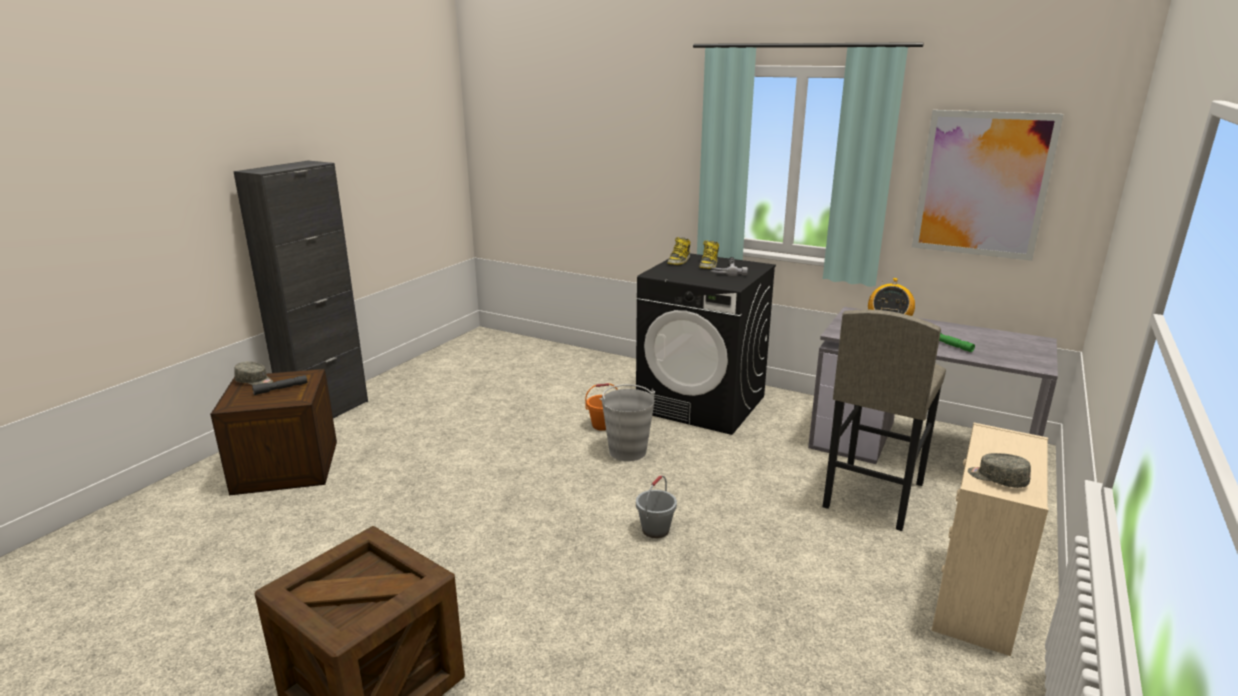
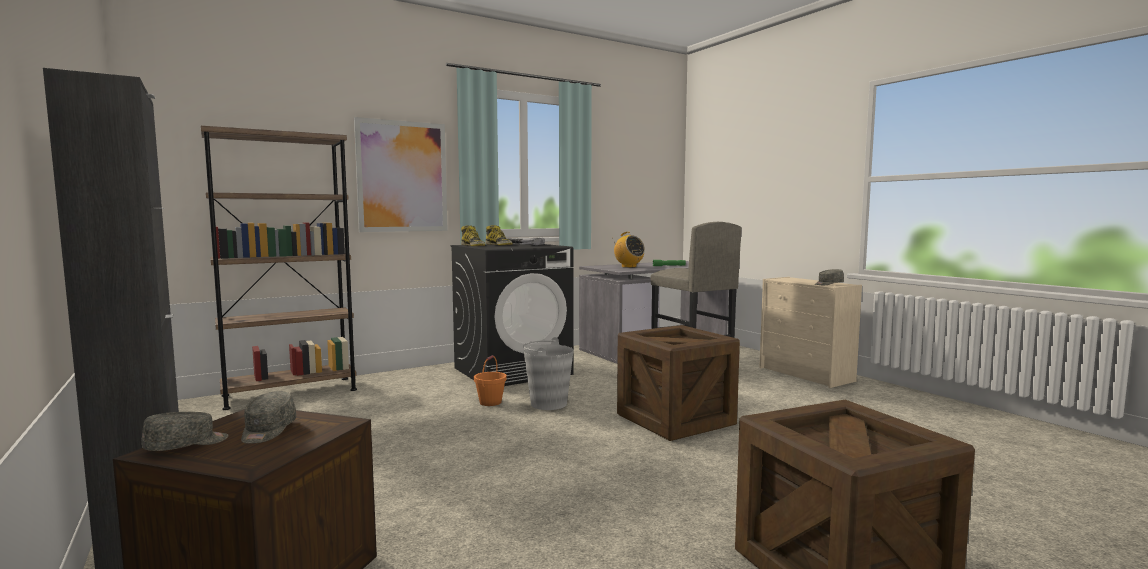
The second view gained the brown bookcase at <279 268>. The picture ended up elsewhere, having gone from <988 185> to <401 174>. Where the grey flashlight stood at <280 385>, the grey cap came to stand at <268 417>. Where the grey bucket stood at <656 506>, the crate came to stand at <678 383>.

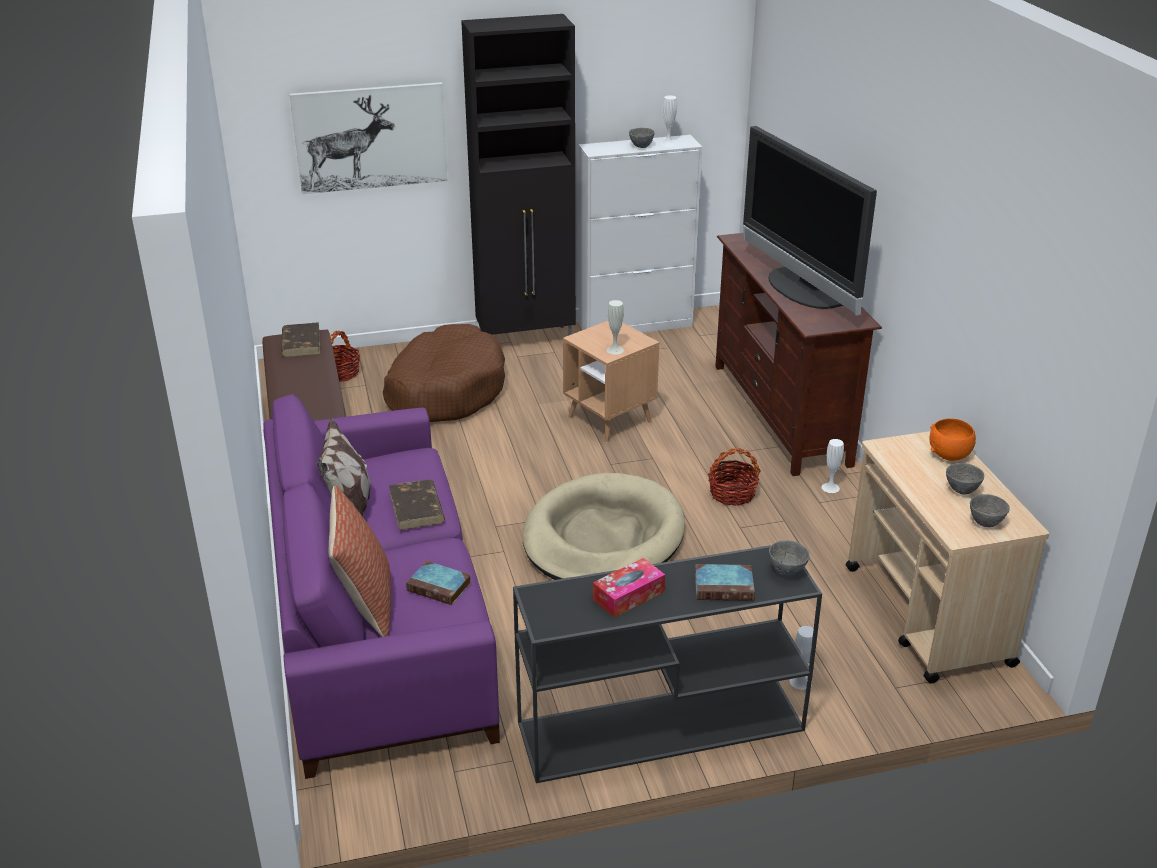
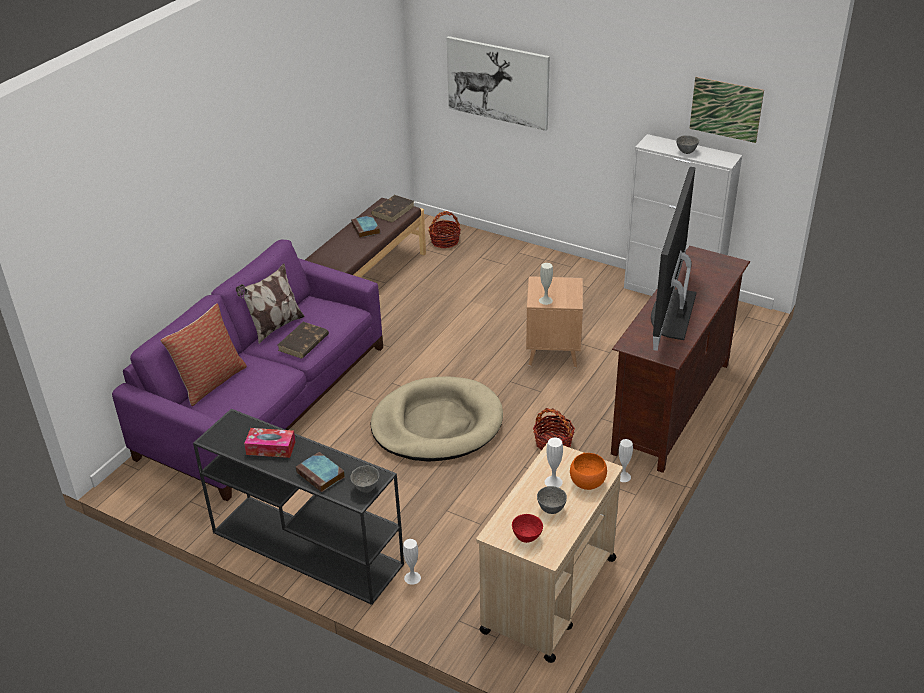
The second view lost the brown dog bed at <444 373>. The second view lost the black cabinet at <518 175>. The second view gained the picture at <726 110>. The book ended up elsewhere, having gone from <438 583> to <365 226>. The white vase ended up elsewhere, having gone from <669 121> to <554 462>. What was the grey bowl at <990 510> turned into the red bowl at <527 528>.

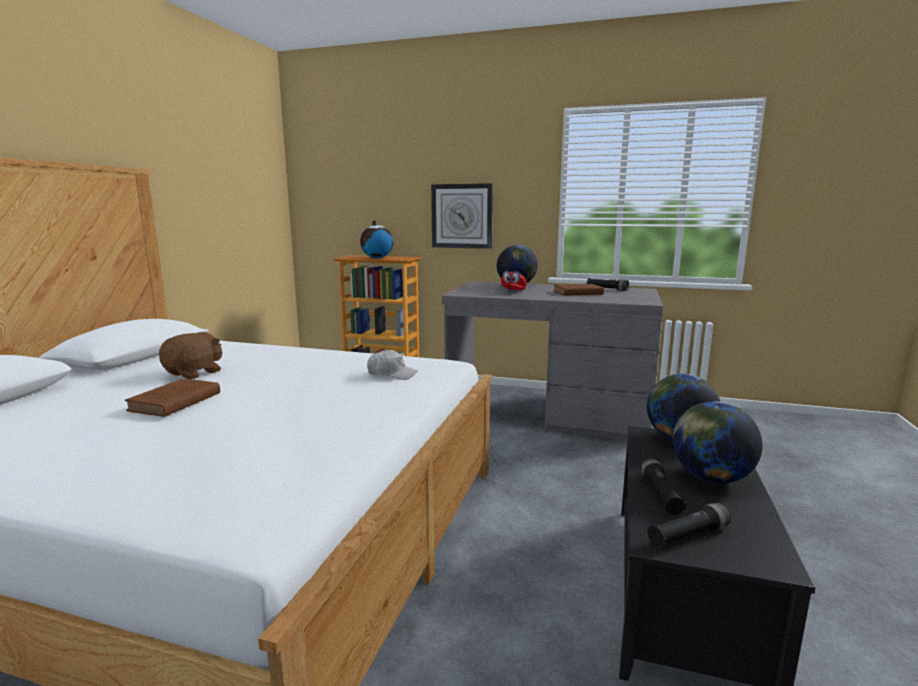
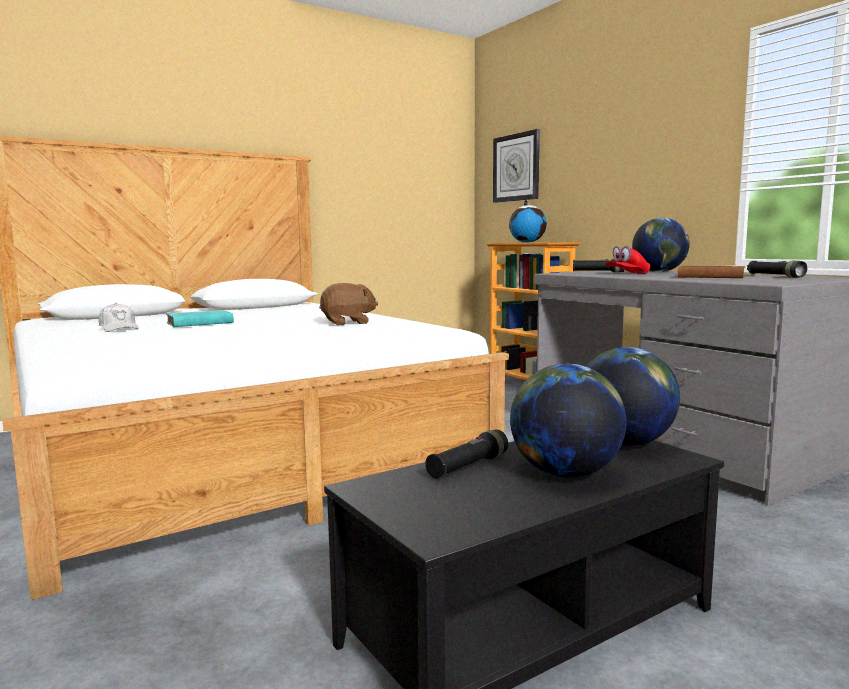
The brown plush toy ended up elsewhere, having gone from <190 355> to <348 304>. The white cap ended up elsewhere, having gone from <392 365> to <119 317>. The wall clock ended up elsewhere, having gone from <462 216> to <516 166>. The black flashlight ended up elsewhere, having gone from <689 525> to <598 266>. What was the brown book at <172 397> turned into the turquoise book at <200 318>.

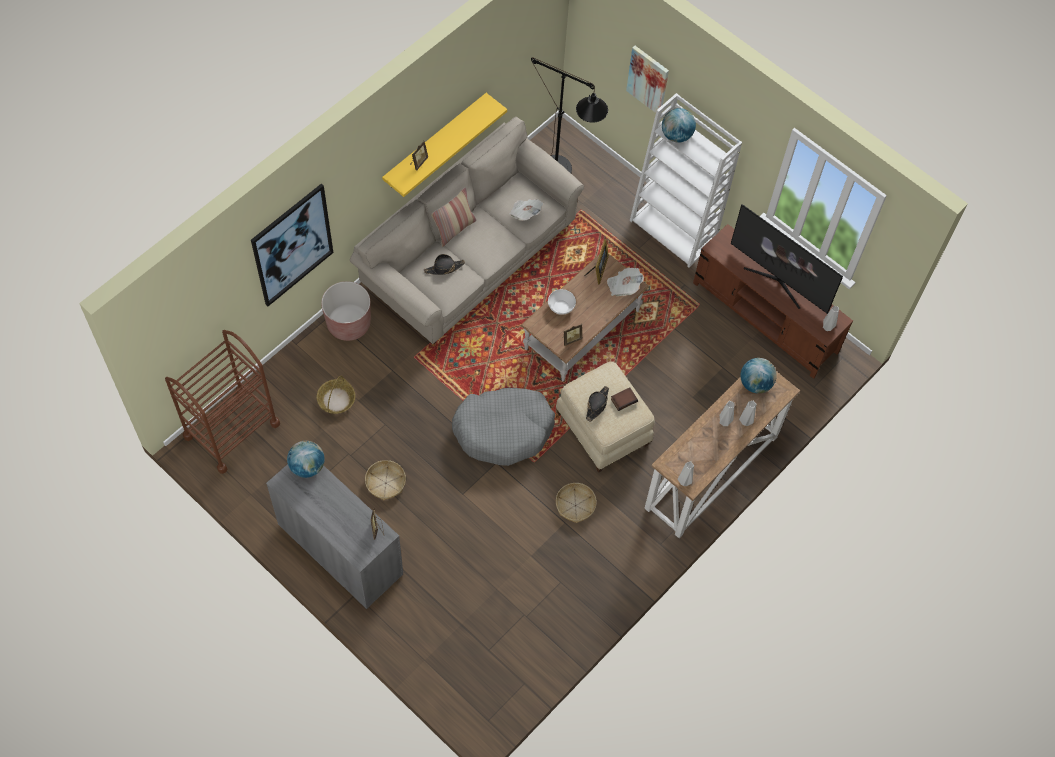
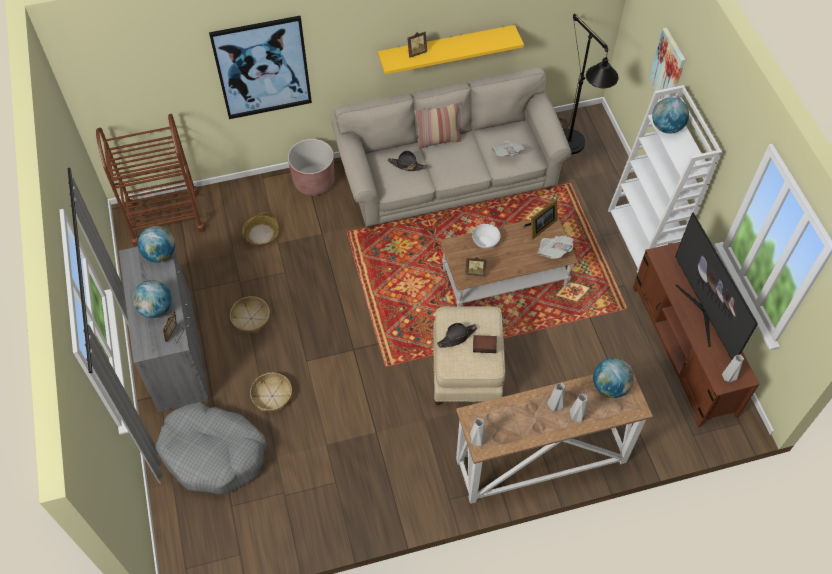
The second view gained the globe at <152 299>. The grey dog bed ended up elsewhere, having gone from <503 427> to <211 448>. The basket ended up elsewhere, having gone from <576 503> to <271 392>.

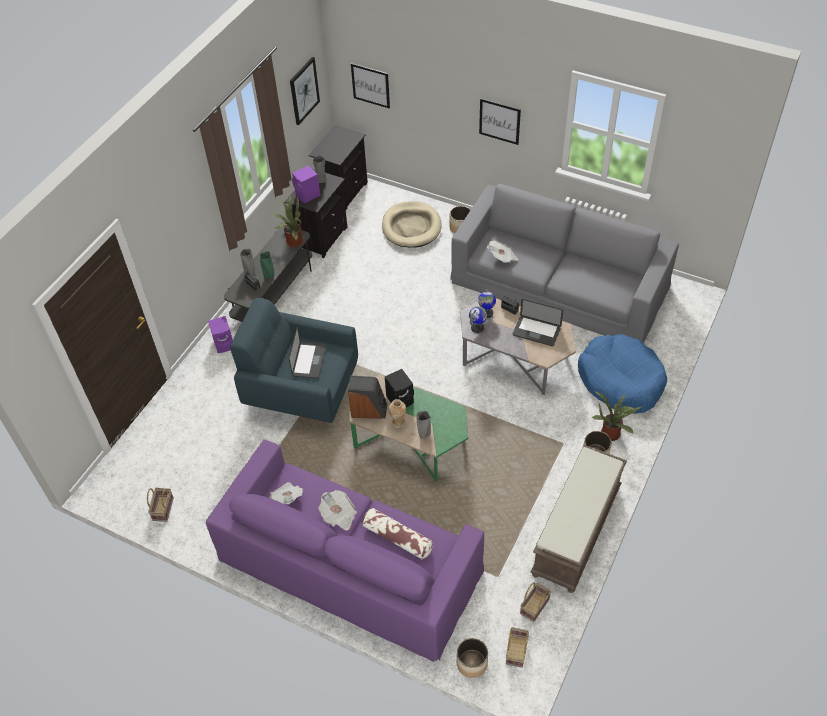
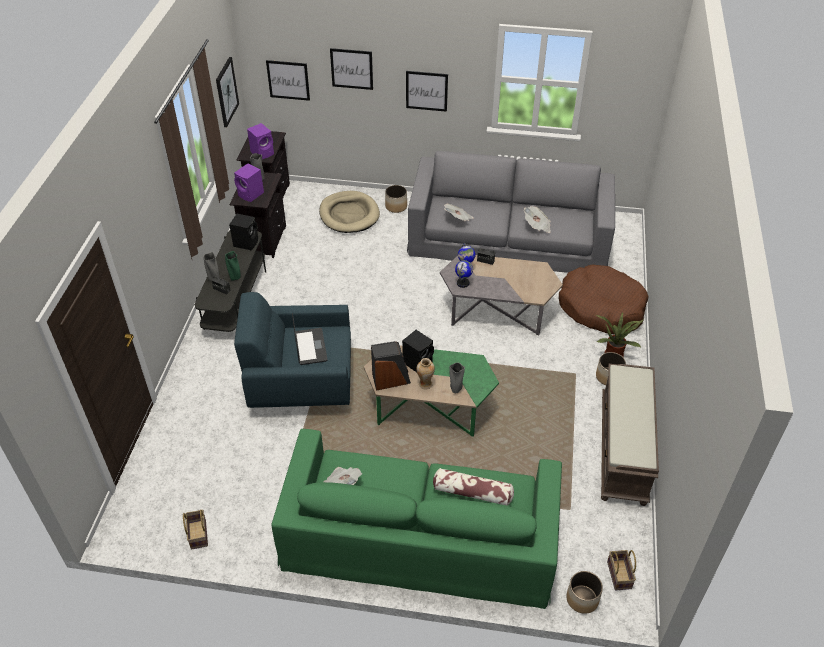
The second view lost the laptop at <538 322>. The second view lost the basket at <535 602>. The second view gained the picture at <351 69>. The purple speaker ended up elsewhere, having gone from <220 334> to <260 141>. The newspaper ended up elsewhere, having gone from <338 510> to <537 219>. Where the potted plant stood at <288 221>, the black speaker came to stand at <243 232>. What was the purple sofa at <345 551> turned into the green sofa at <416 519>. What was the blue dog bed at <622 374> turned into the brown dog bed at <604 300>.

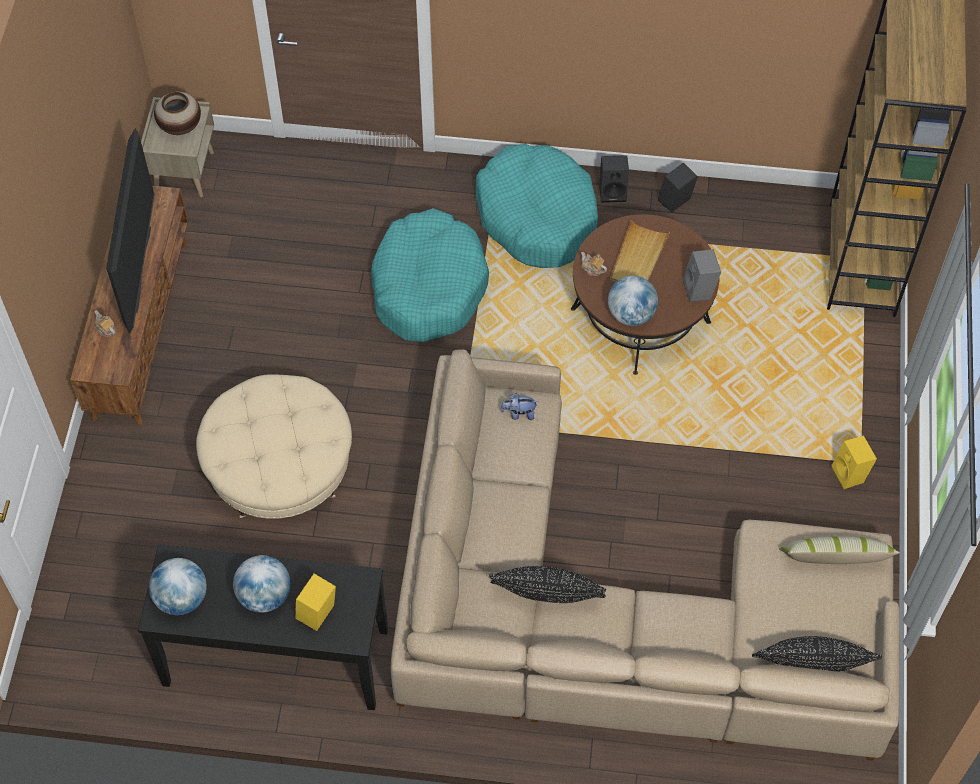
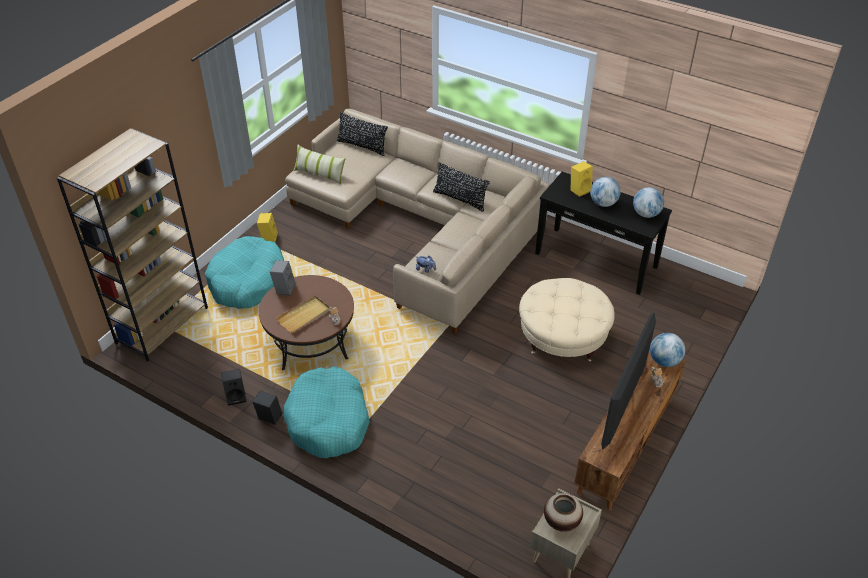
The turquoise dog bed ended up elsewhere, having gone from <430 275> to <244 272>. The globe ended up elsewhere, having gone from <633 301> to <667 350>.

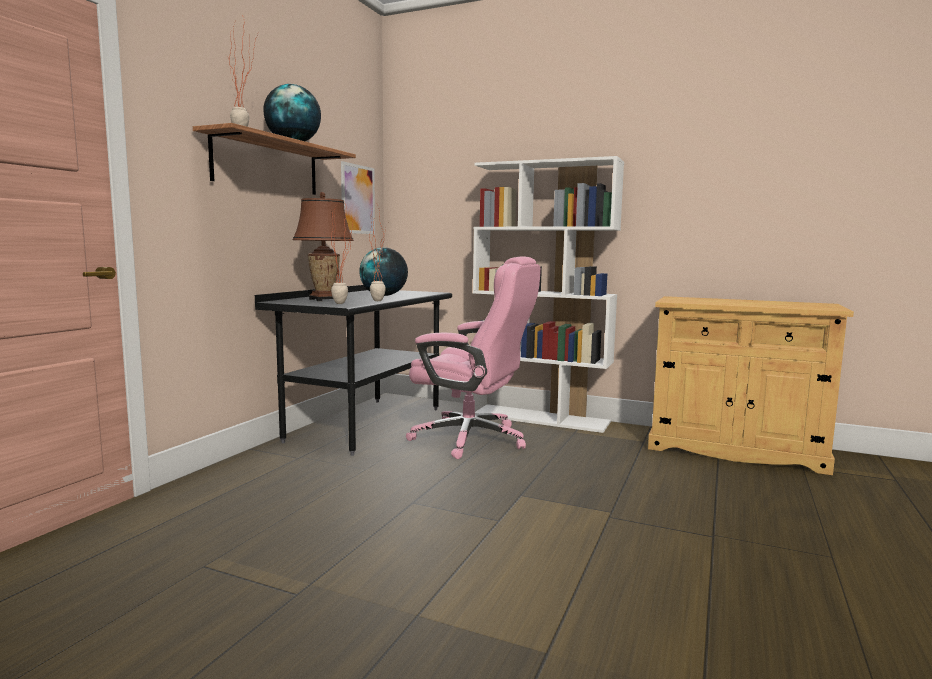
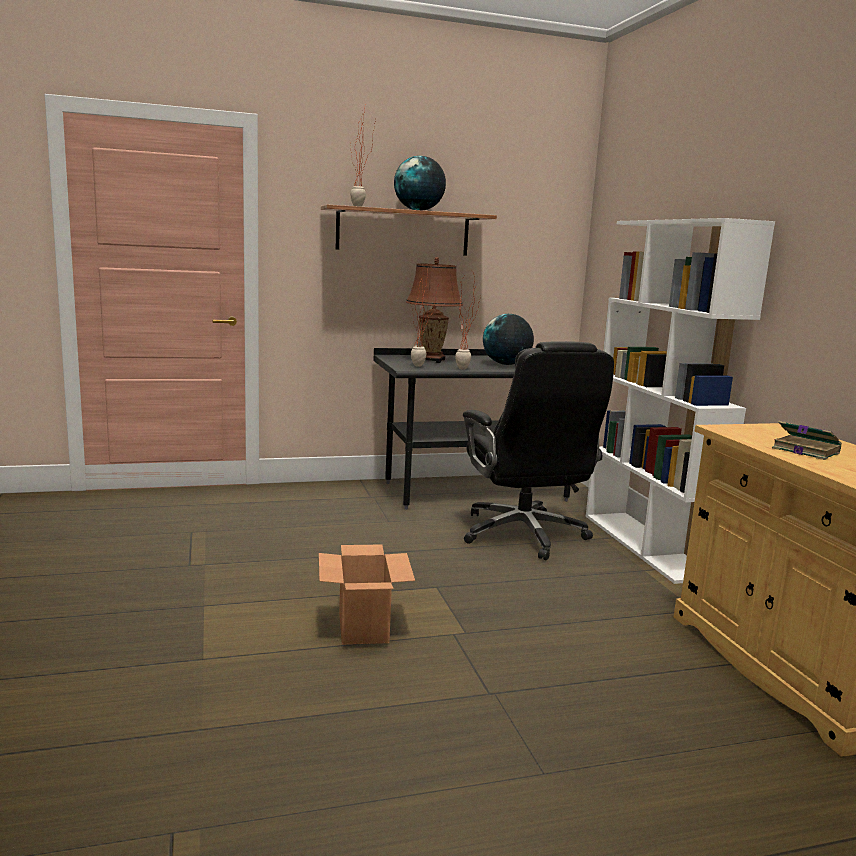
The second view lost the picture at <358 197>. The second view gained the cardboard box at <367 595>. The second view gained the book at <807 440>. What was the pink office chair at <473 357> turned into the black office chair at <538 450>.

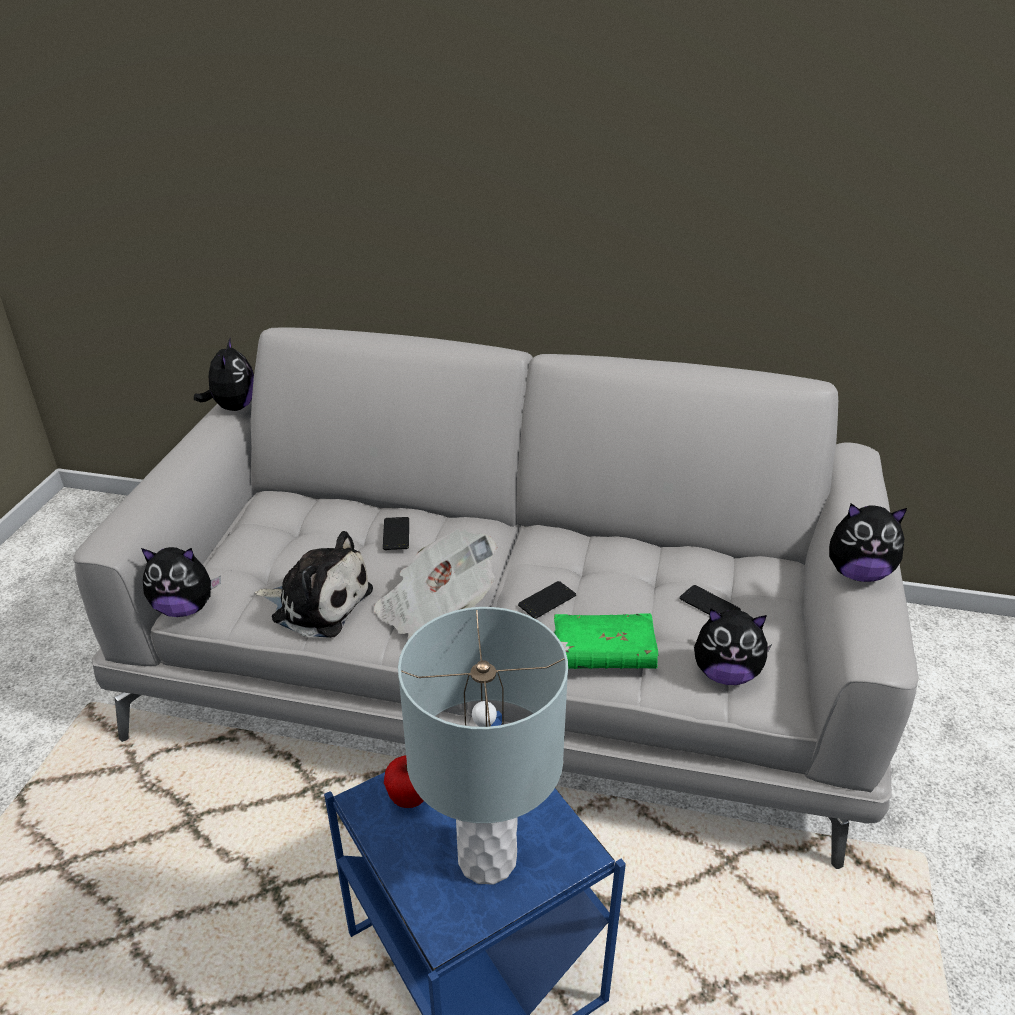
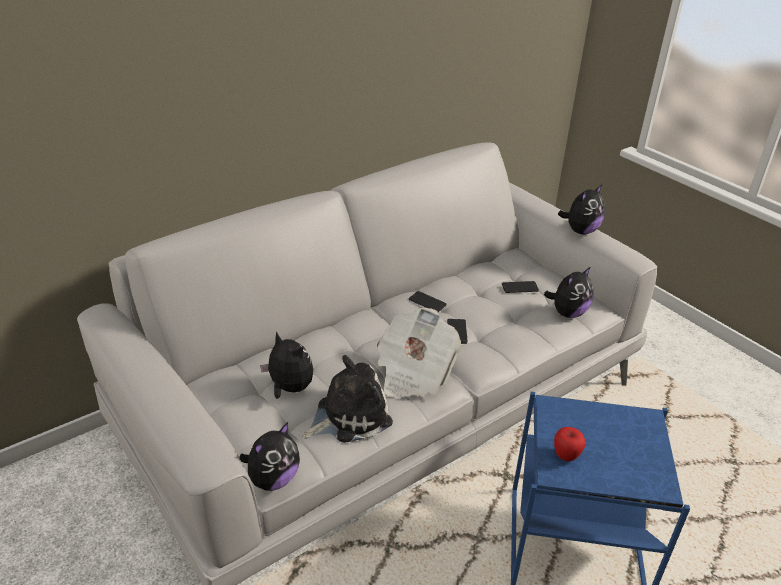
The second view lost the grey table lamp at <483 746>. The second view lost the green book at <606 641>. The plush toy ended up elsewhere, having gone from <224 373> to <286 365>. The phone ended up elsewhere, having gone from <396 533> to <427 301>.

